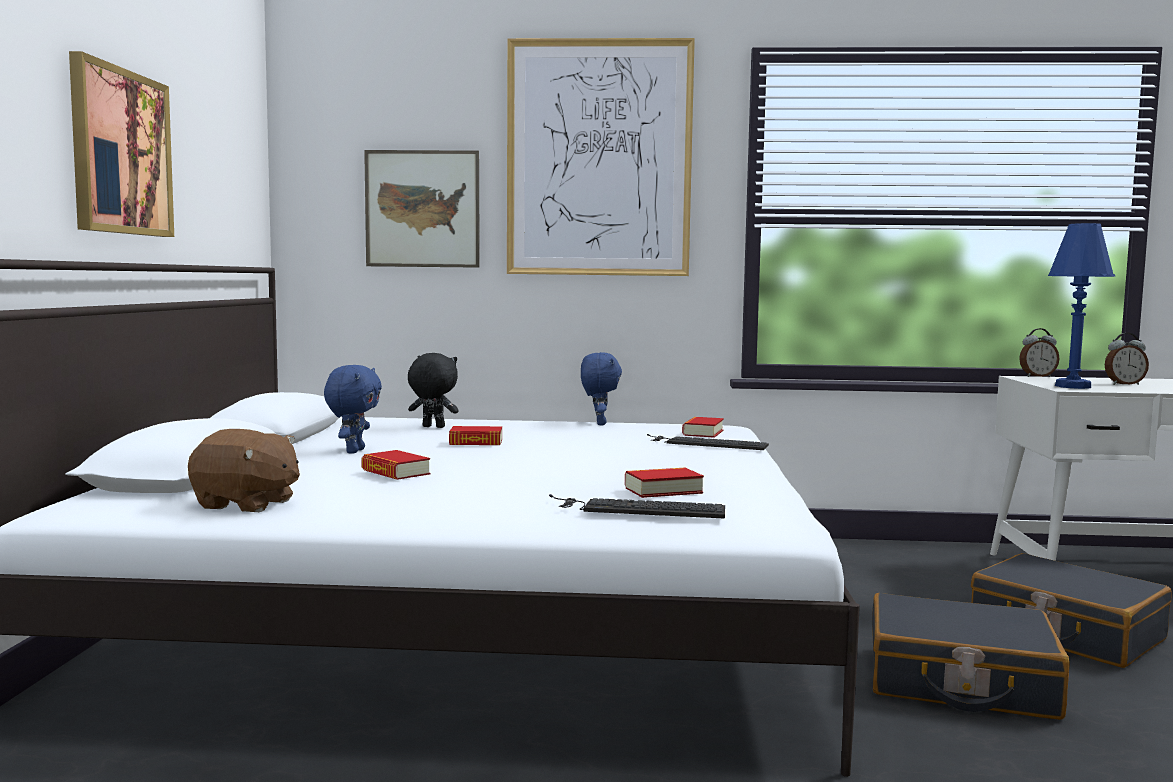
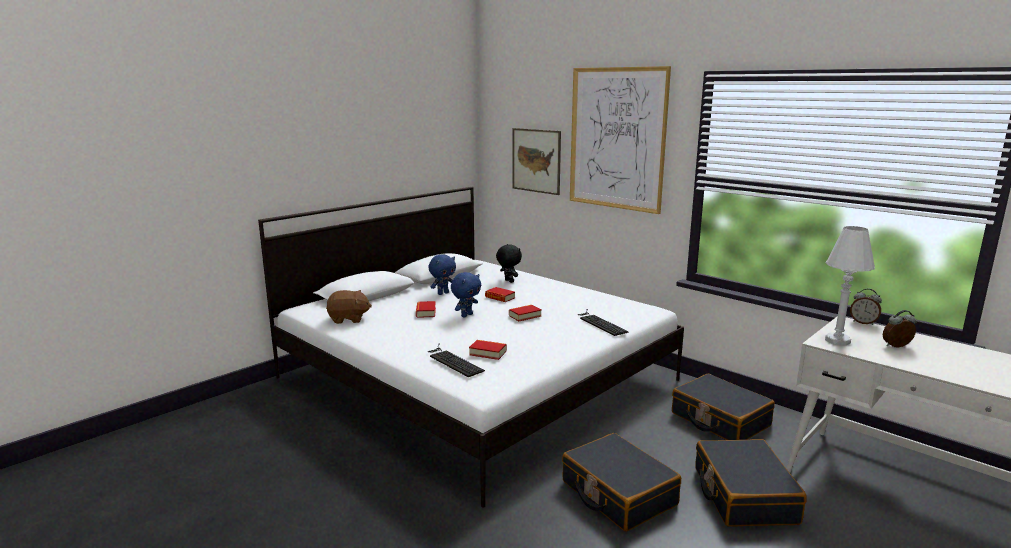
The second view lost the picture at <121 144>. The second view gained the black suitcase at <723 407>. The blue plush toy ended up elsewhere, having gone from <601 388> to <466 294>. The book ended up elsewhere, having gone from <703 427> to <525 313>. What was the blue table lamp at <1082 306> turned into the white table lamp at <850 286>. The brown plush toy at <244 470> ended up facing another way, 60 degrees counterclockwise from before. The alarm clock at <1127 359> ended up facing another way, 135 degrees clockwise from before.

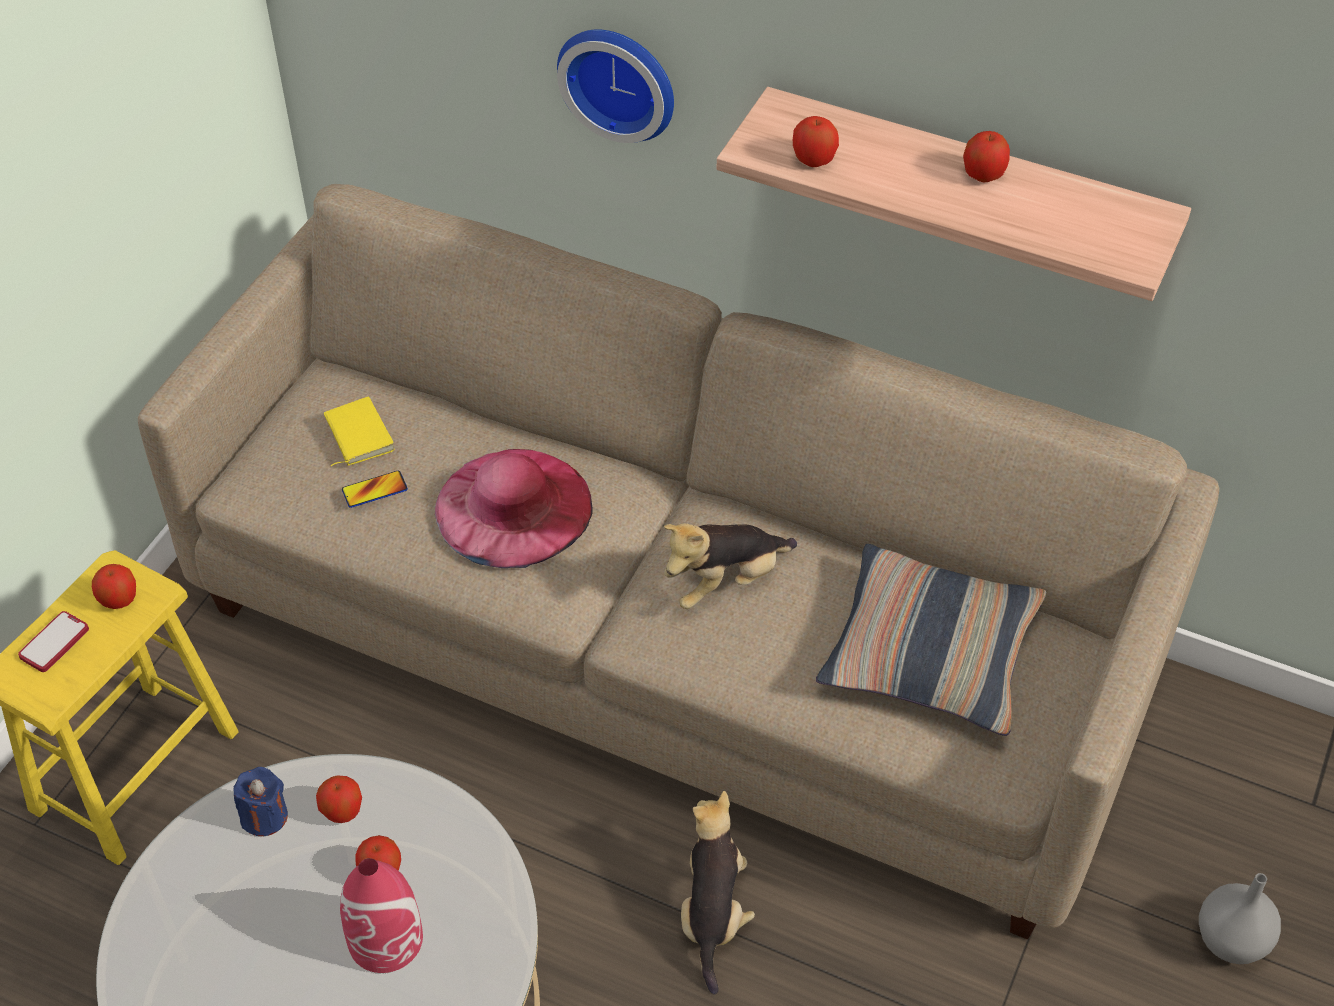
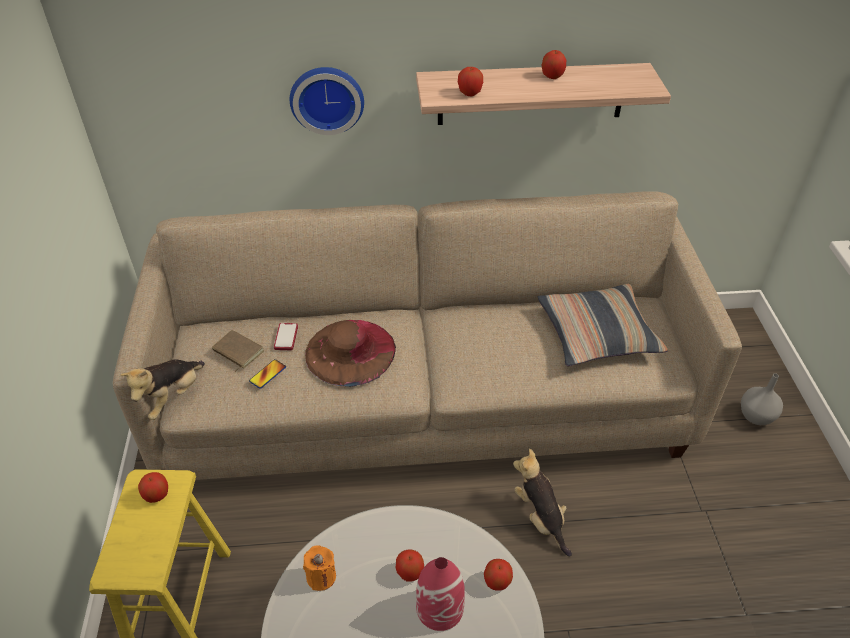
The phone ended up elsewhere, having gone from <53 641> to <286 336>. The apple ended up elsewhere, having gone from <339 799> to <498 575>. The plush toy ended up elsewhere, having gone from <730 566> to <162 389>. What was the blue candle at <260 801> turned into the orange candle at <319 568>. What was the yellow book at <359 431> turned into the brown book at <238 351>. What was the pink hat at <514 508> turned into the brown hat at <350 353>.

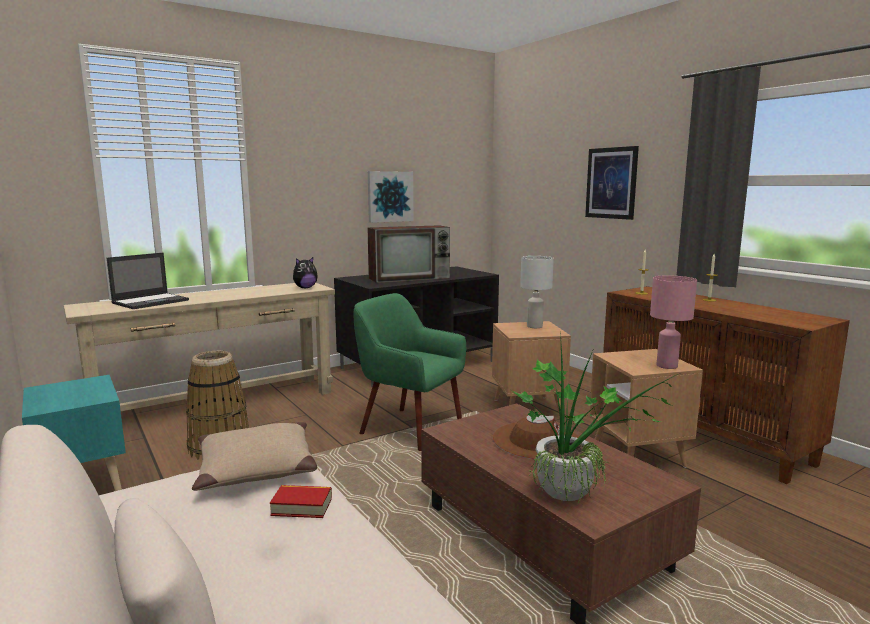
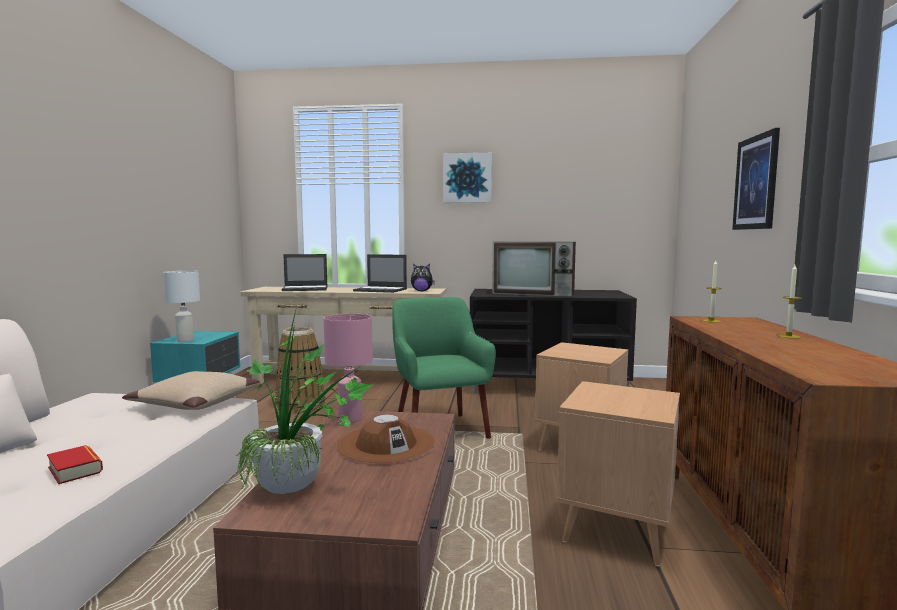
The second view gained the laptop at <380 273>. The book ended up elsewhere, having gone from <301 501> to <75 464>. The picture ended up elsewhere, having gone from <390 197> to <467 178>. The white table lamp ended up elsewhere, having gone from <537 292> to <181 306>. The pink table lamp ended up elsewhere, having gone from <673 322> to <348 368>.

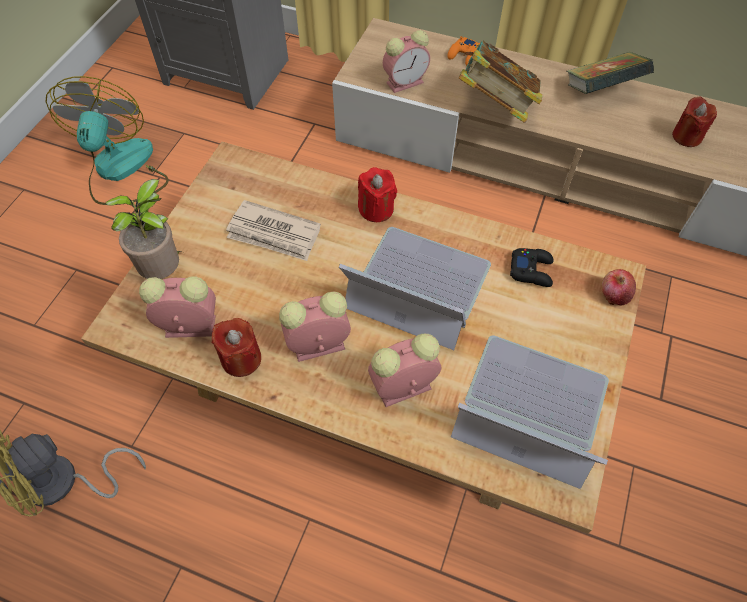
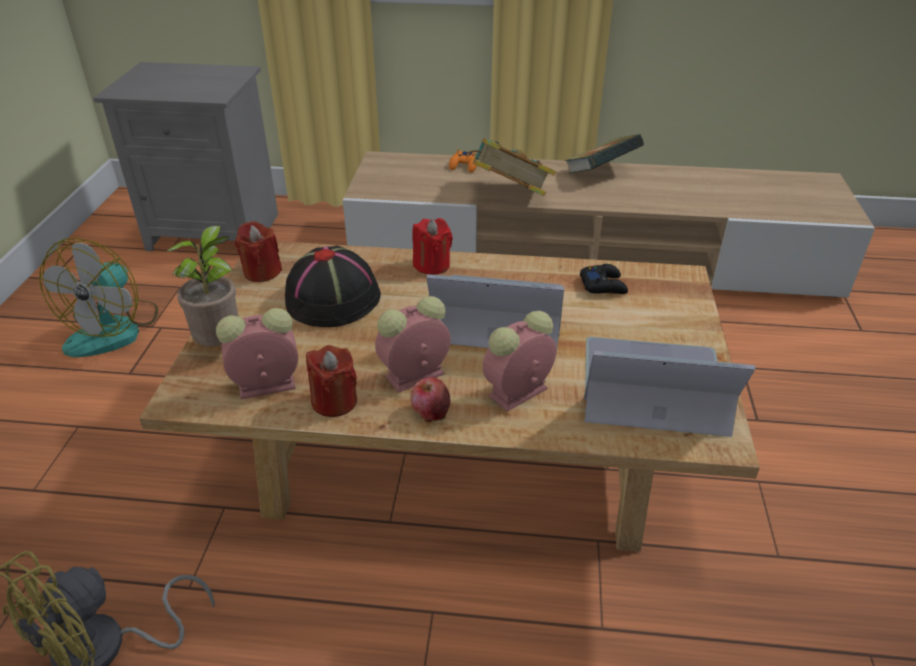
The second view lost the alarm clock at <406 61>. The apple ended up elsewhere, having gone from <619 287> to <430 399>. The red candle ended up elsewhere, having gone from <694 121> to <258 251>. Where the newspaper stood at <273 230>, the black hat came to stand at <333 286>. The fan at <107 140> ended up facing another way, 150 degrees counterclockwise from before.

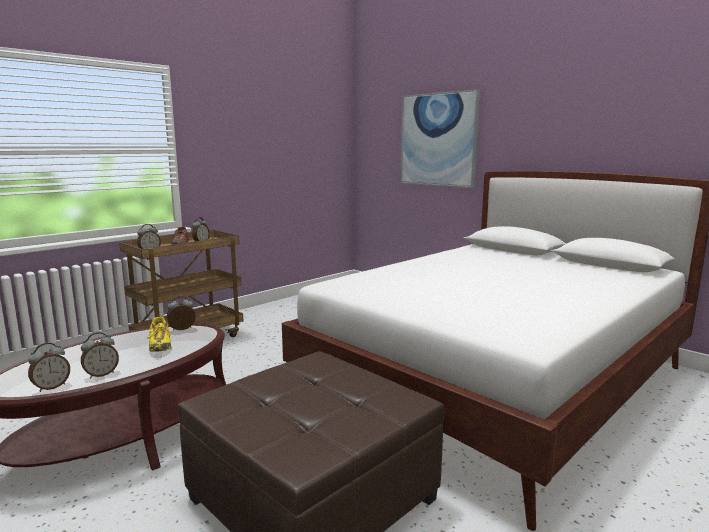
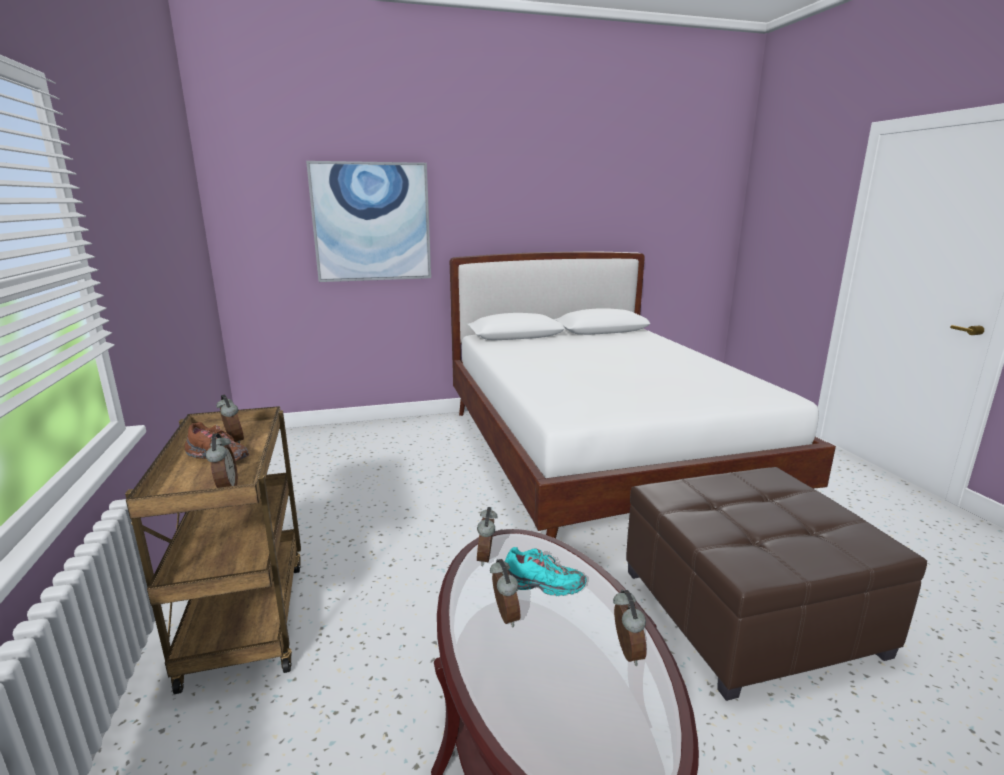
The alarm clock ended up elsewhere, having gone from <49 367> to <505 593>. What was the yellow shoe at <159 334> turned into the turquoise shoe at <545 571>.

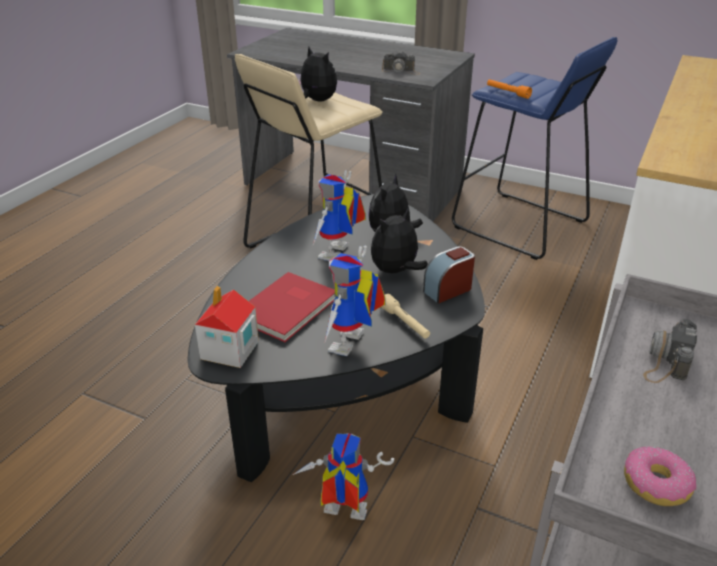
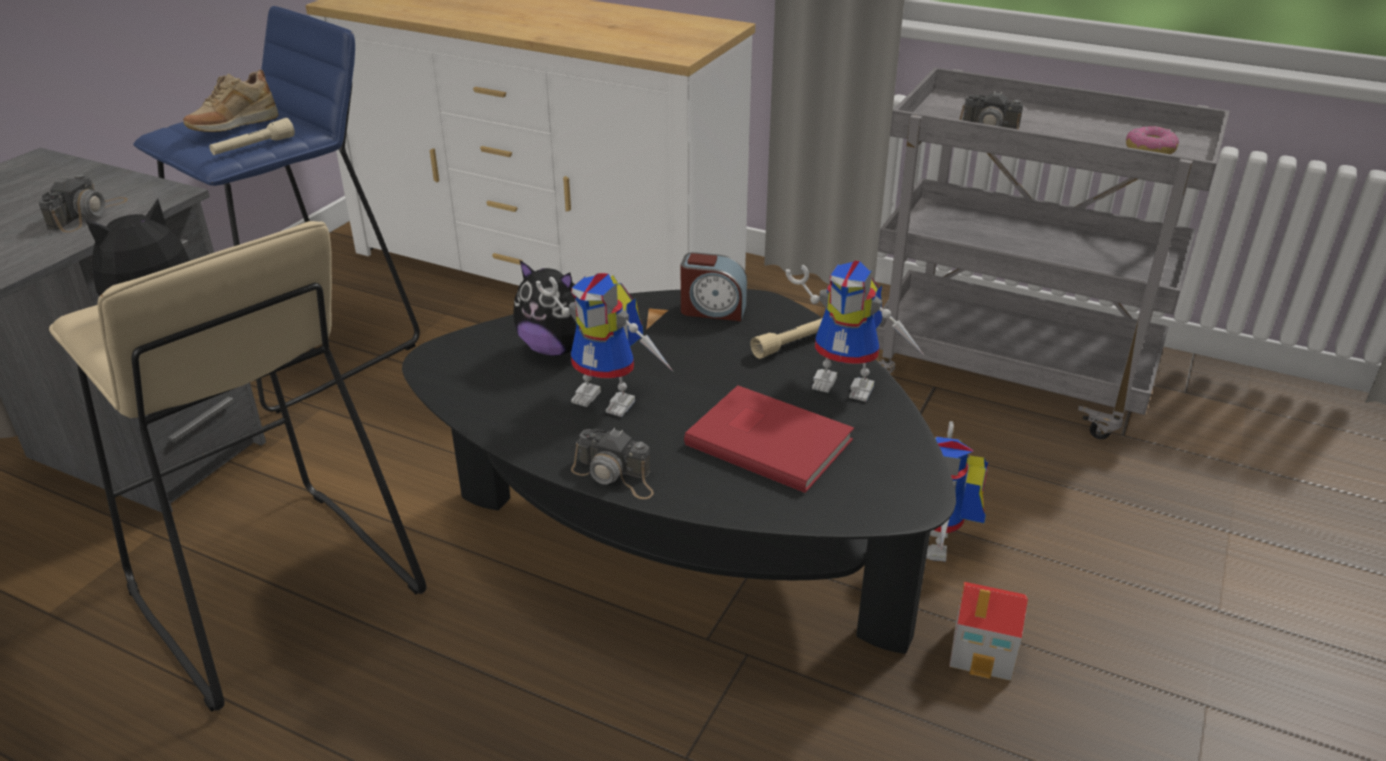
The second view lost the plush toy at <399 240>. The second view gained the beige shoe at <230 101>. The second view gained the photo camera at <612 463>. The toy house ended up elsewhere, having gone from <227 327> to <988 631>. What was the orange flashlight at <509 89> turned into the beige flashlight at <252 136>. The alarm clock at <449 274> ended up facing another way, 45 degrees counterclockwise from before.

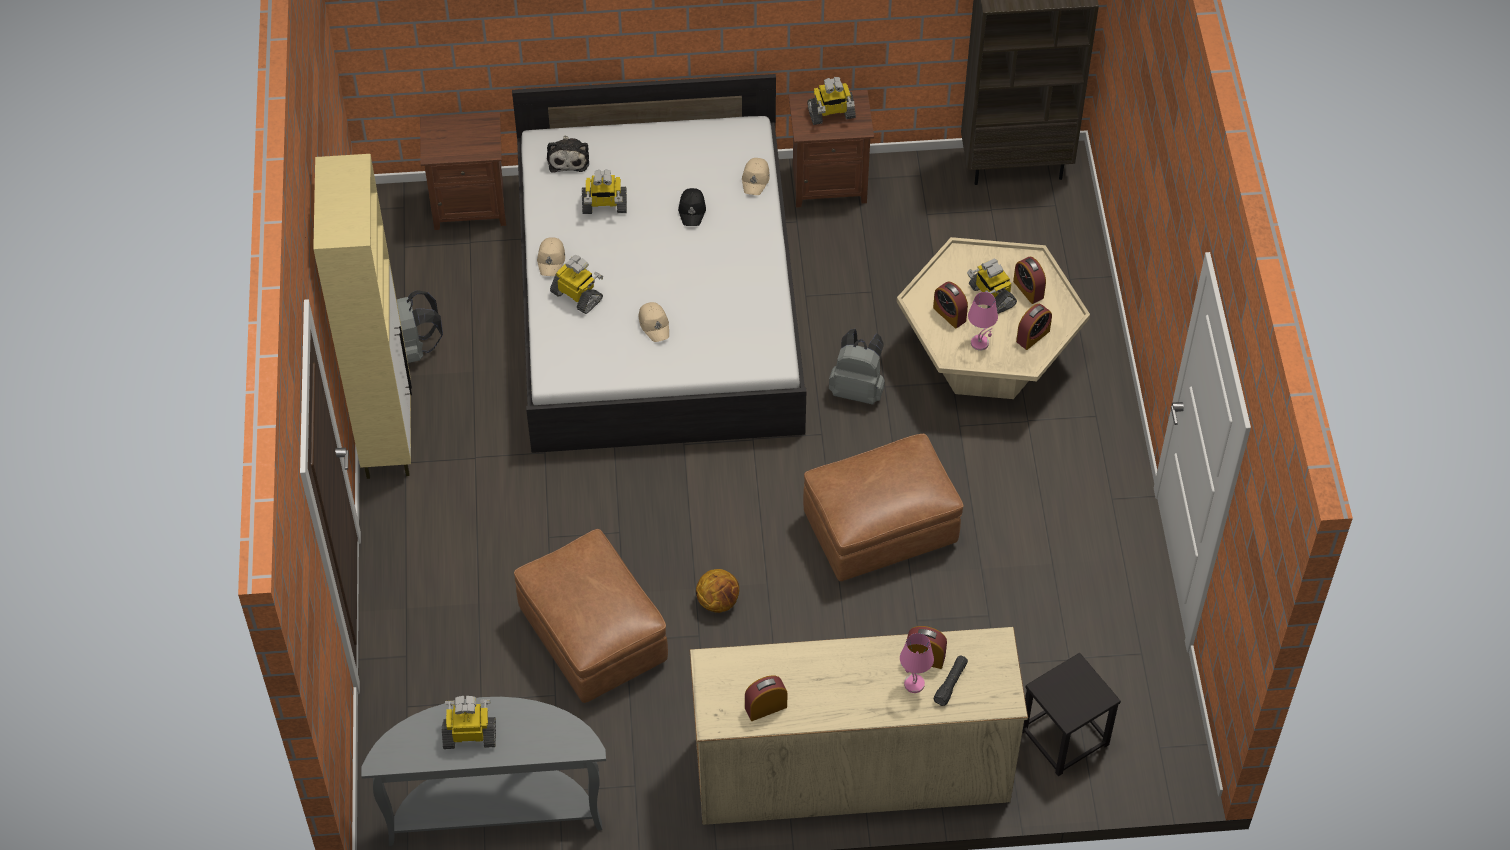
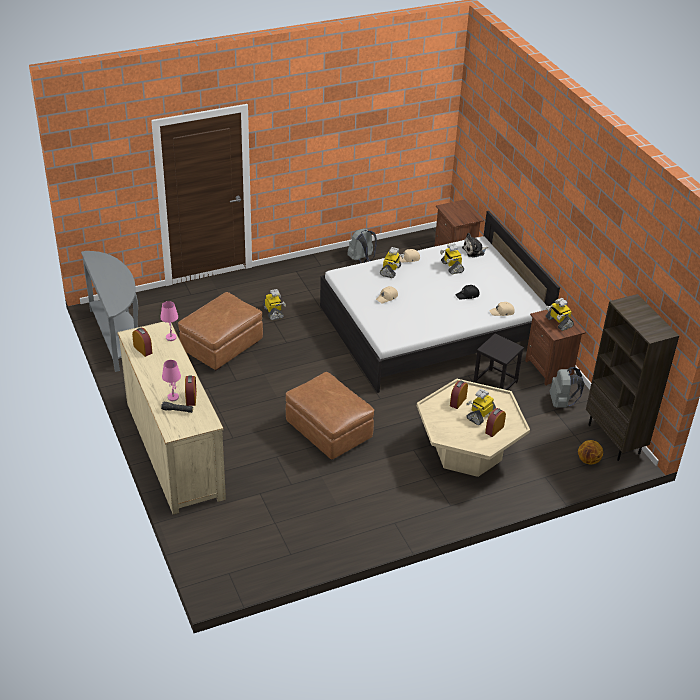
The second view lost the beige cabinet at <362 316>. The second view lost the alarm clock at <1034 327>. The toy robot ended up elsewhere, having gone from <469 722> to <274 304>. The basketball ended up elsewhere, having gone from <717 591> to <590 452>. The grey backpack ended up elsewhere, having gone from <857 366> to <566 387>. The pink table lamp ended up elsewhere, having gone from <983 321> to <169 321>. The black stool ended up elsewhere, having gone from <1071 714> to <498 361>.

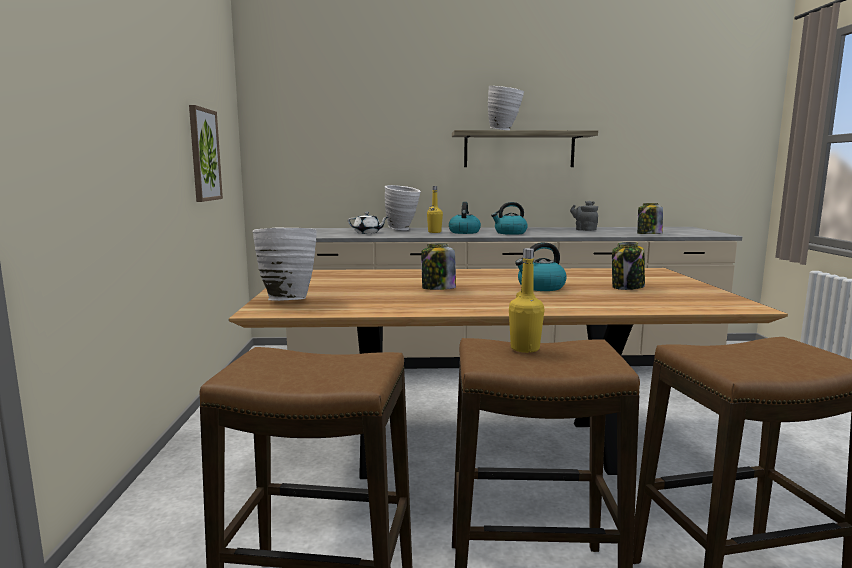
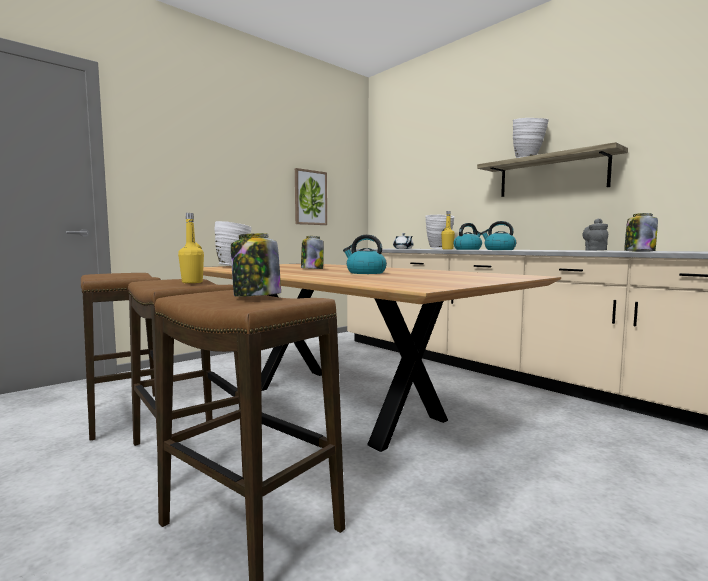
The jar ended up elsewhere, having gone from <628 266> to <256 265>.

